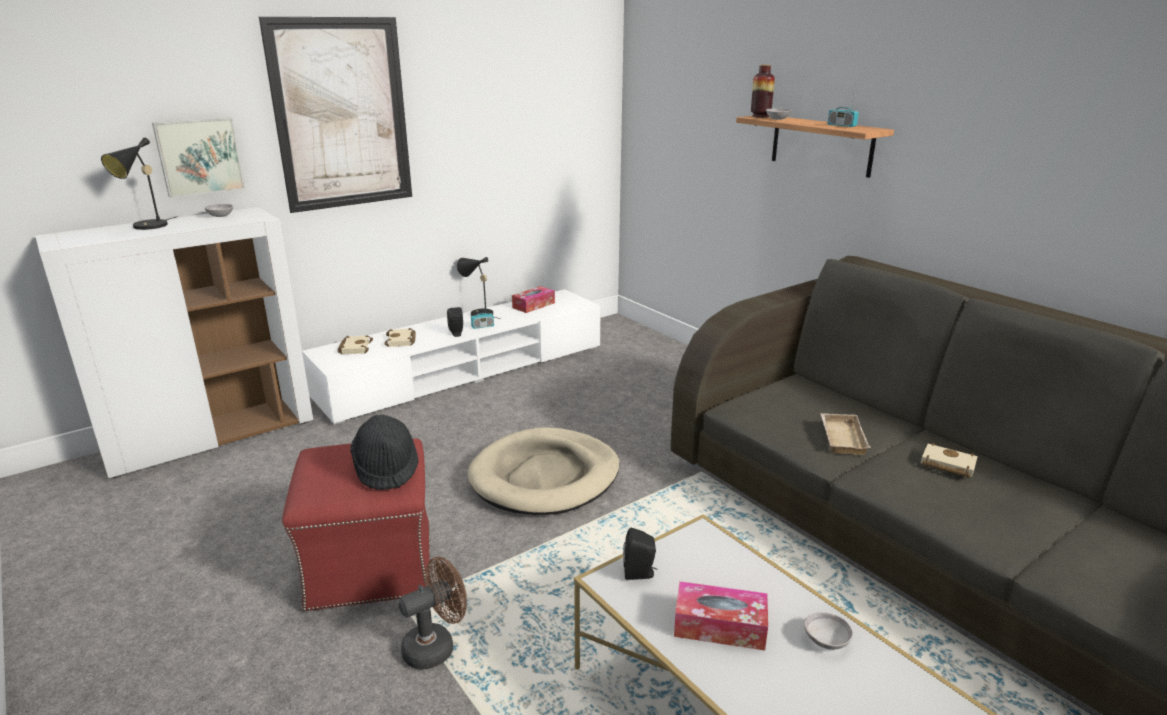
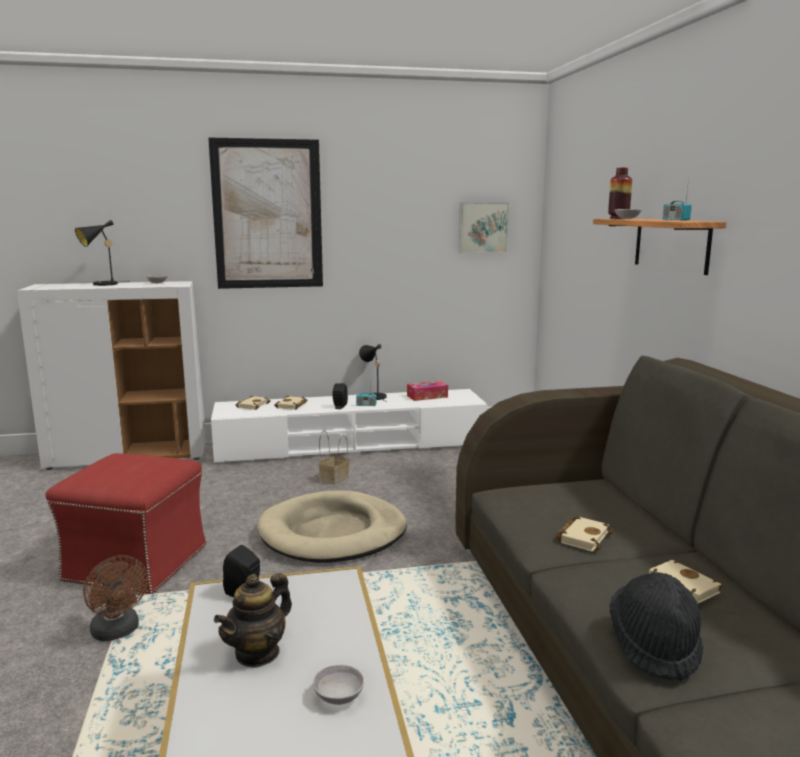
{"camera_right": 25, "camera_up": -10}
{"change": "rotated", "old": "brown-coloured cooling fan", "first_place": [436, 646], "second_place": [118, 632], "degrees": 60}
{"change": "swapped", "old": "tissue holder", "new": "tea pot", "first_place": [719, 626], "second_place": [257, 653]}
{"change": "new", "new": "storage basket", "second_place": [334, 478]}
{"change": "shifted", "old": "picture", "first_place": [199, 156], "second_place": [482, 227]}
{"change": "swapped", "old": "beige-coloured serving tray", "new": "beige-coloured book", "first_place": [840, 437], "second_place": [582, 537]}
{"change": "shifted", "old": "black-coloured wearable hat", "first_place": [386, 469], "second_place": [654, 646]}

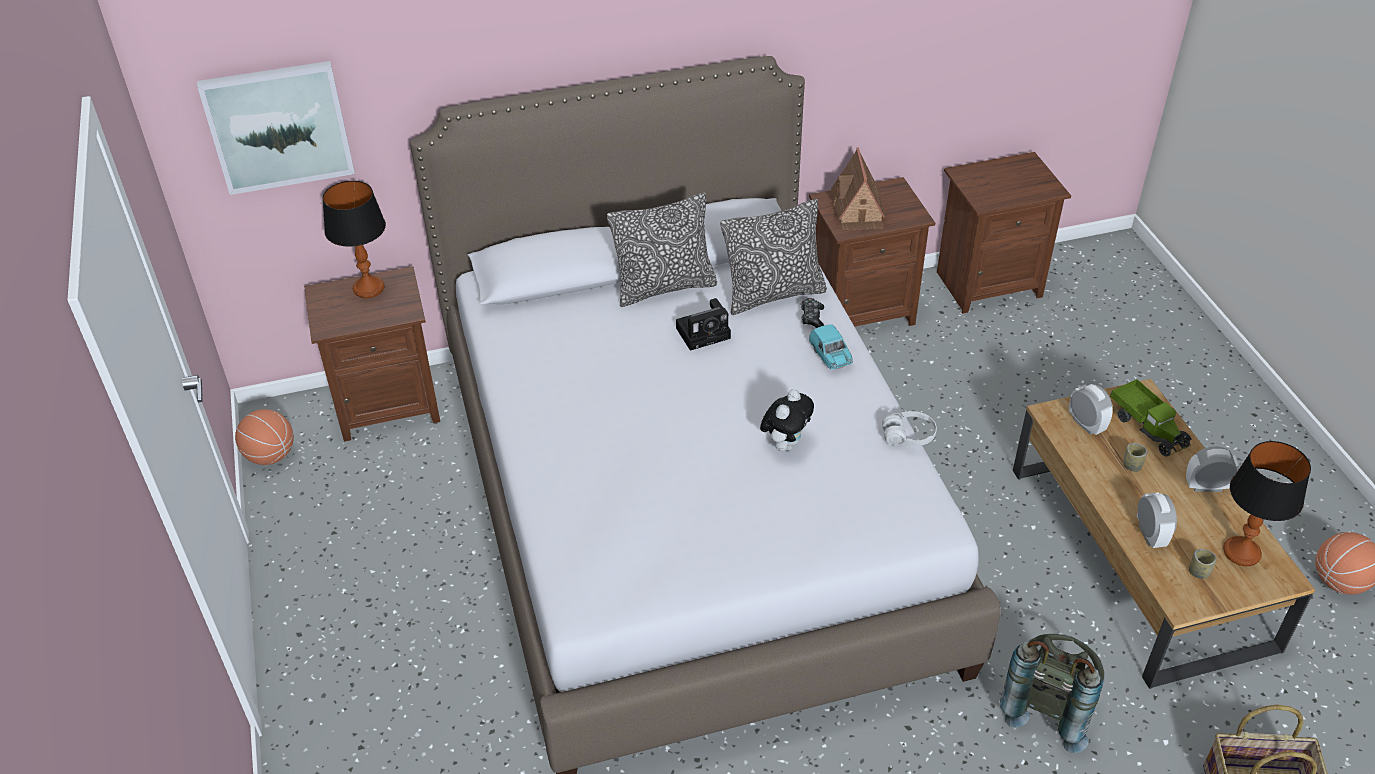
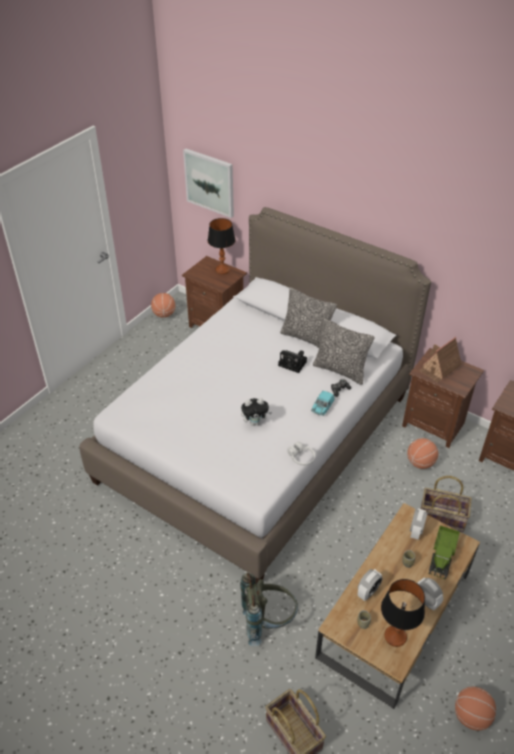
{"camera_right": 50, "camera_up": 0}
{"change": "new", "new": "basketball ball", "second_place": [420, 462]}
{"change": "new", "new": "storage basket", "second_place": [442, 517]}

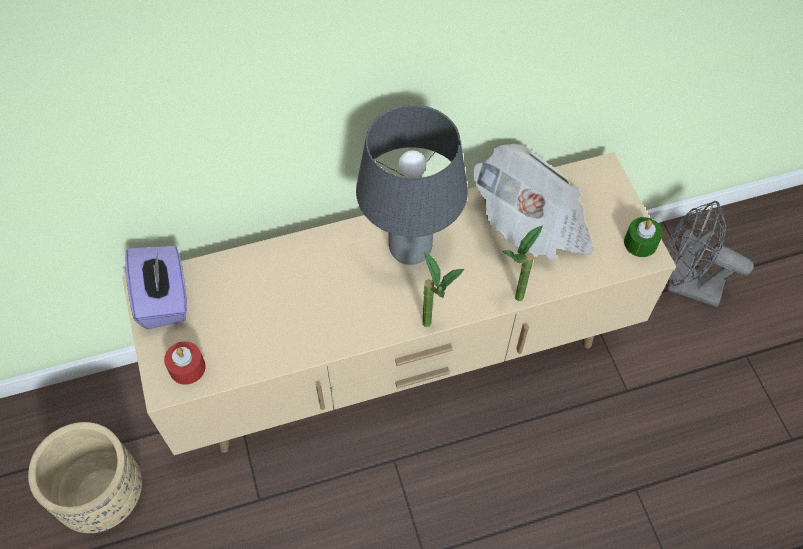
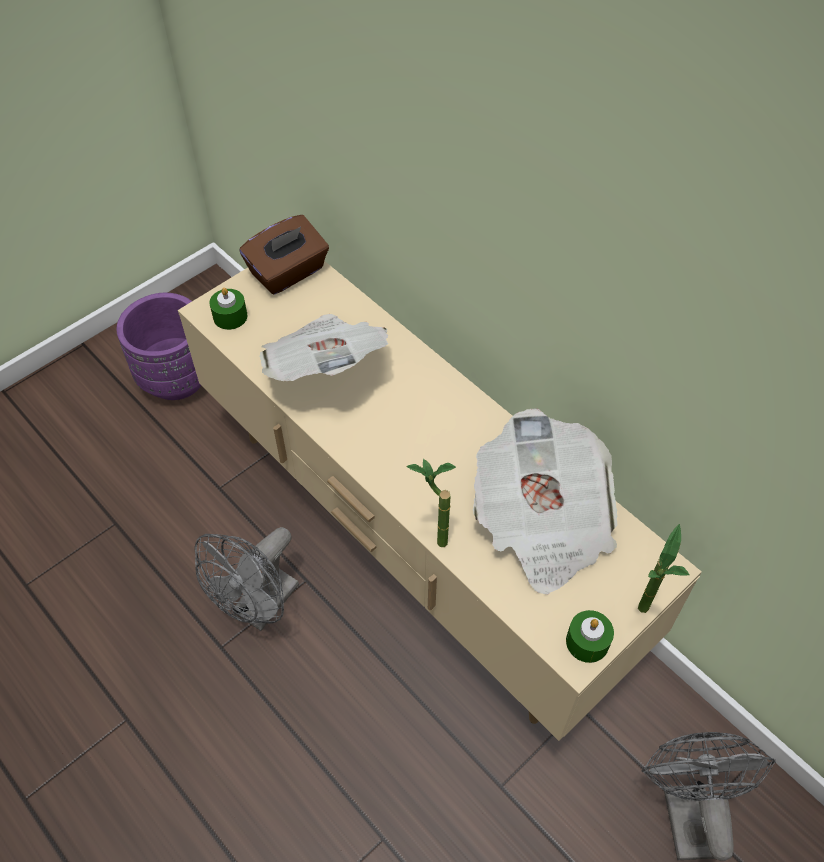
{"camera_right": 65, "camera_up": -5}
{"change": "repainted", "old": "beige-coloured plant pot", "new": "purple-coloured plant pot", "first_place": [103, 495], "second_place": [176, 378]}
{"change": "new", "new": "greyish cooling fan", "second_place": [260, 608]}
{"change": "repainted", "old": "red-coloured wax candle", "new": "green-coloured wax candle", "first_place": [187, 368], "second_place": [230, 316]}
{"change": "repainted", "old": "purple-coloured tissue holder", "new": "brown-coloured tissue holder", "first_place": [164, 299], "second_place": [288, 273]}
{"change": "new", "new": "newspaper", "second_place": [325, 368]}
{"change": "shifted", "old": "potted plant", "first_place": [435, 327], "second_place": [644, 618]}
{"change": "gone", "old": "greyish tabletop lamp", "first_place": [409, 251]}

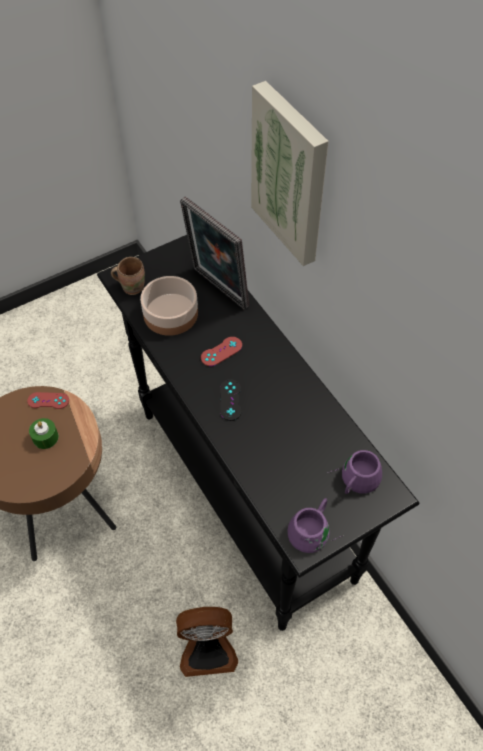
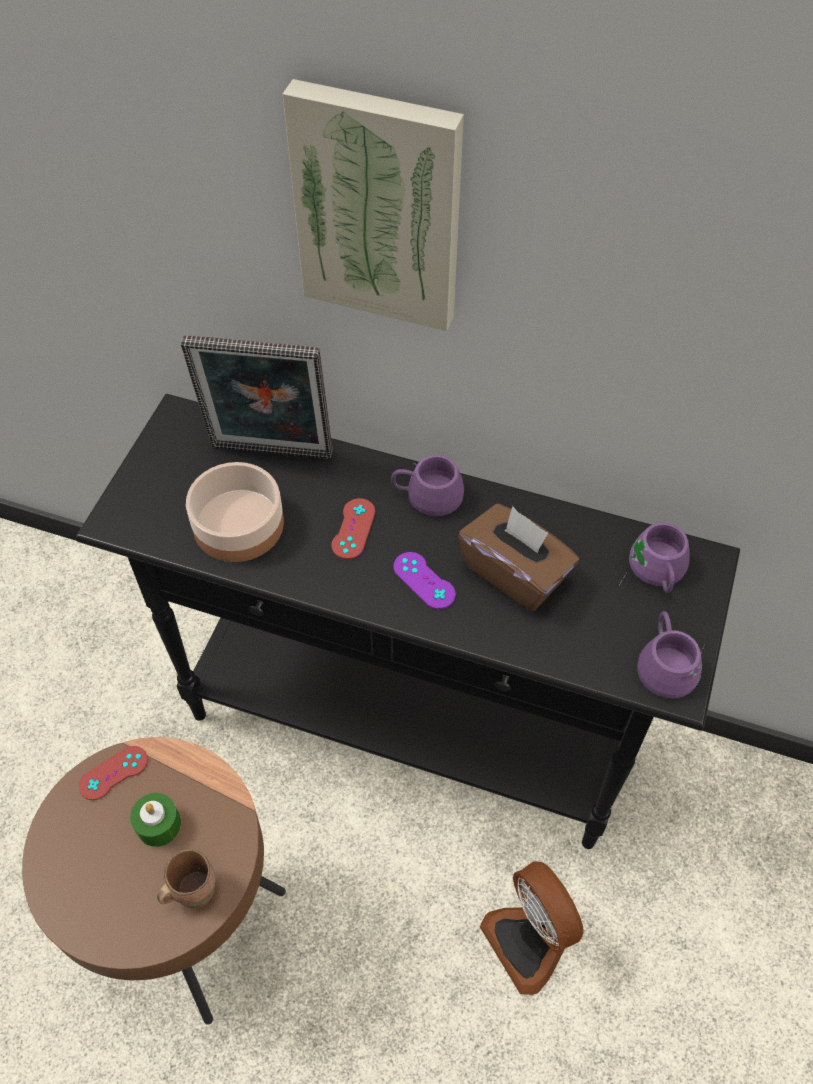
{"camera_right": -40, "camera_up": 0}
{"change": "shifted", "old": "brown-coloured tea mug", "first_place": [132, 286], "second_place": [192, 889]}
{"change": "new", "new": "purple-coloured tea mug", "second_place": [427, 490]}
{"change": "repainted", "old": "black-coloured game controller", "new": "purple-coloured game controller", "first_place": [230, 400], "second_place": [424, 580]}
{"change": "new", "new": "brown-coloured tissue holder", "second_place": [515, 573]}
{"change": "rotated", "old": "cooling fan", "first_place": [208, 649], "second_place": [530, 941], "degrees": 105}

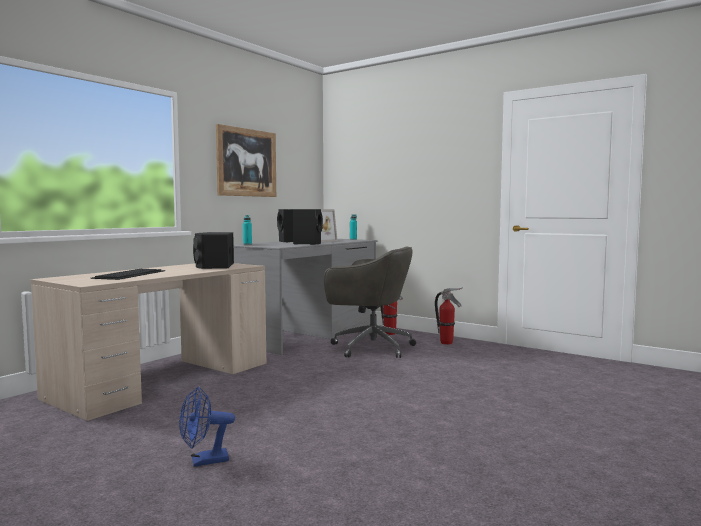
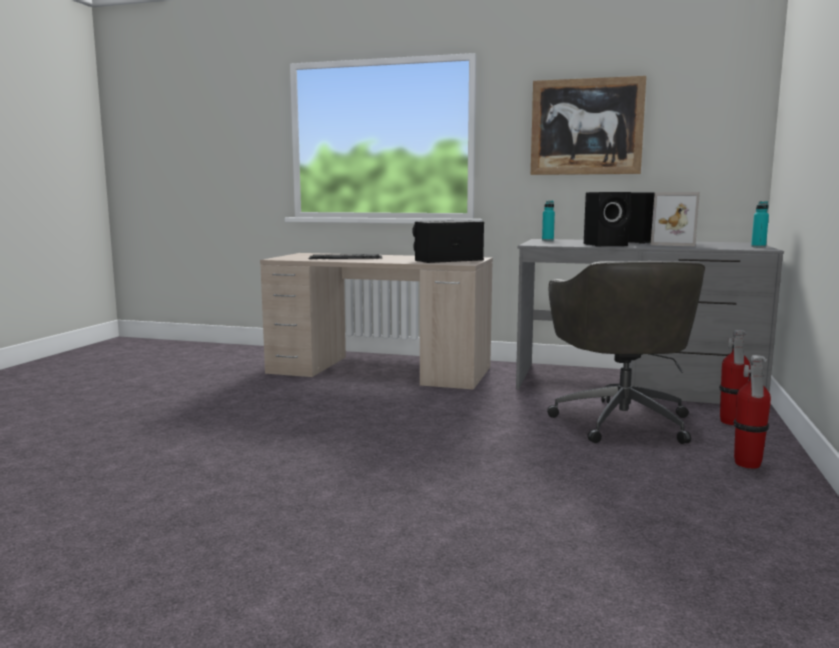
{"camera_right": 70, "camera_up": 5}
{"change": "gone", "old": "bluish cooling fan", "first_place": [203, 461]}

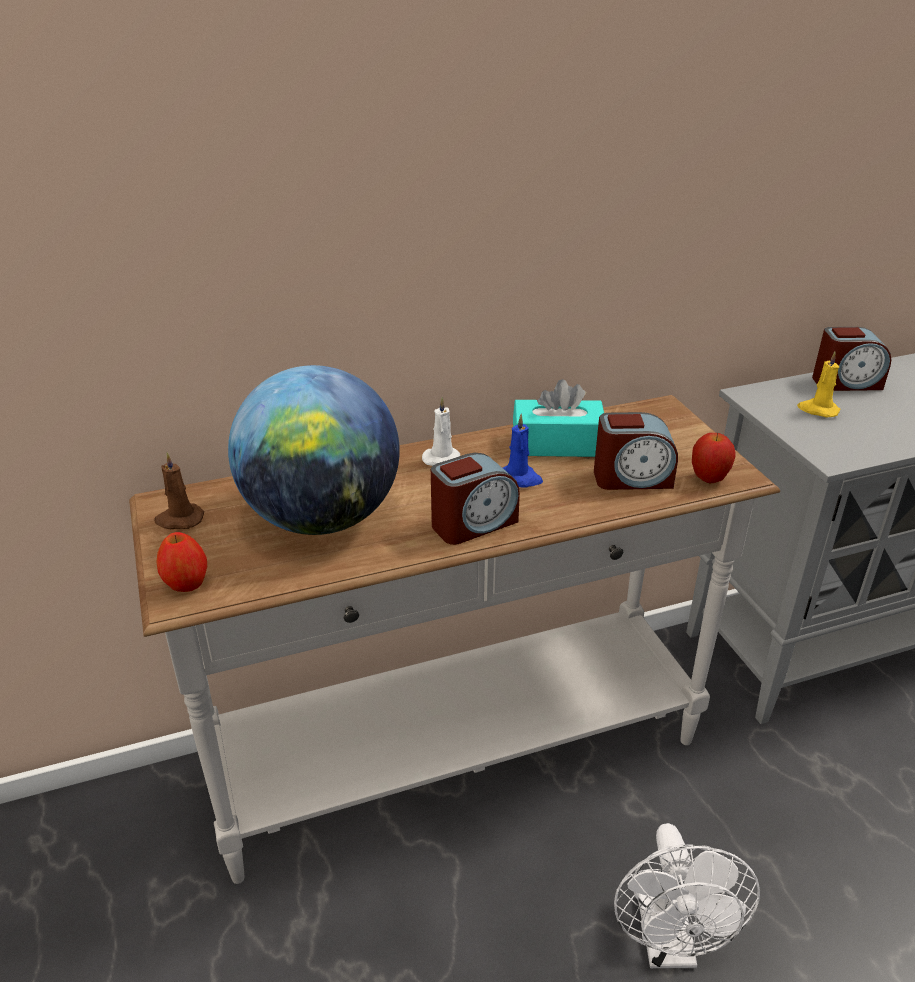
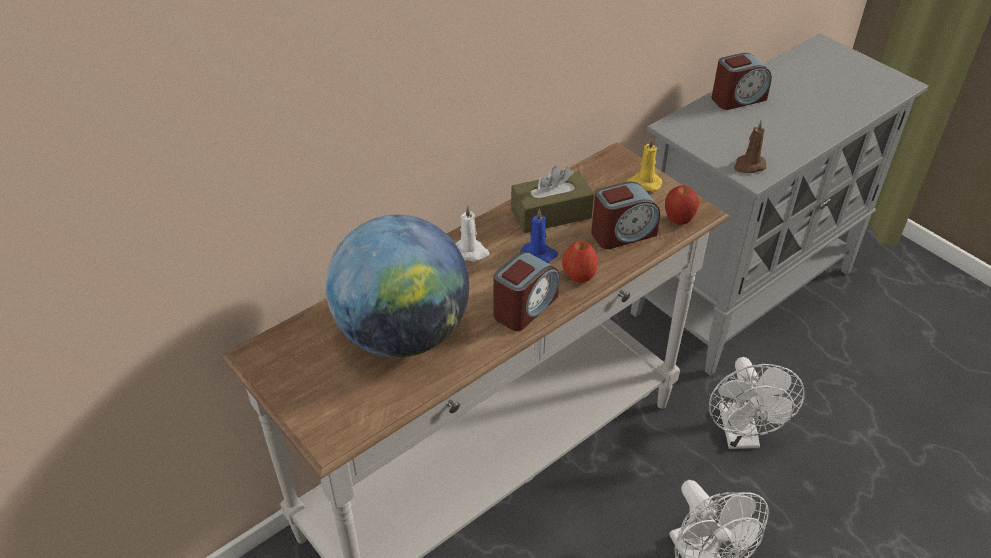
{"camera_right": -20, "camera_up": 10}
{"change": "repainted", "old": "blue-green tissue holder", "new": "brown-coloured tissue holder", "first_place": [557, 444], "second_place": [551, 214]}
{"change": "shifted", "old": "whole apple", "first_place": [186, 584], "second_place": [579, 276]}
{"change": "shifted", "old": "yellow wax candle", "first_place": [817, 410], "second_place": [643, 183]}
{"change": "new", "new": "white cooling fan", "second_place": [741, 435]}
{"change": "shifted", "old": "brown-coloured wax candle", "first_place": [179, 519], "second_place": [749, 166]}

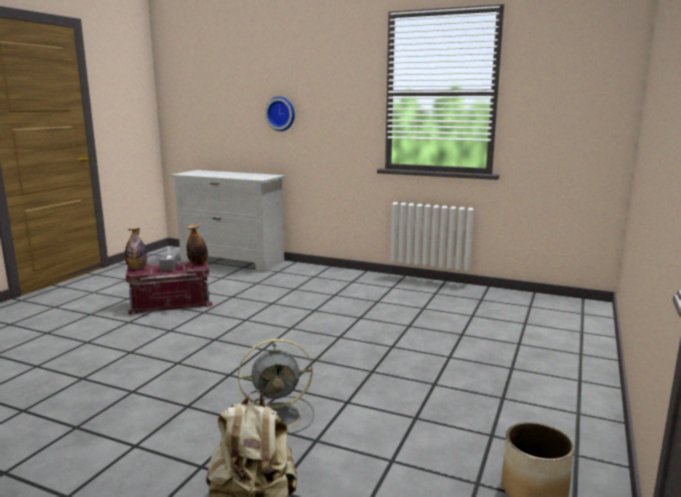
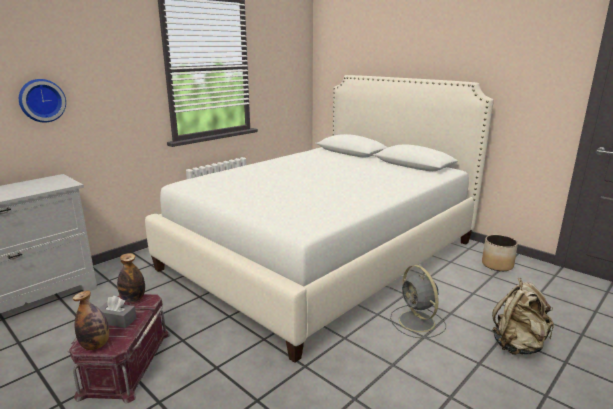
{"camera_right": -70, "camera_up": 5}
{"change": "new", "new": "white bed", "second_place": [323, 255]}
{"change": "rotated", "old": "greyish cooling fan", "first_place": [279, 415], "second_place": [417, 322], "degrees": 150}

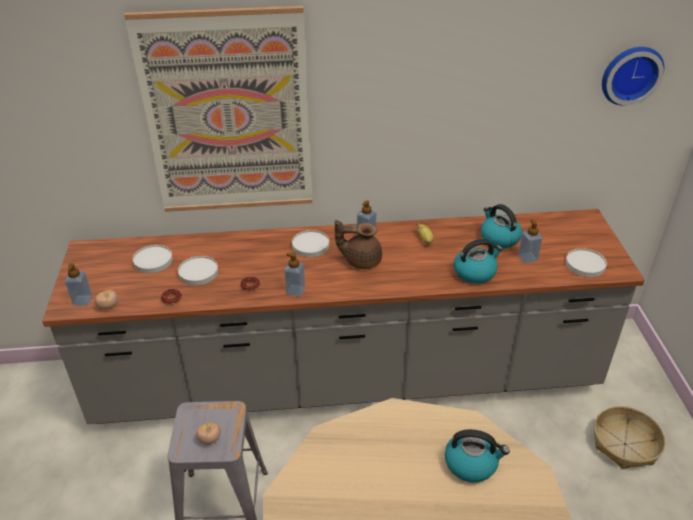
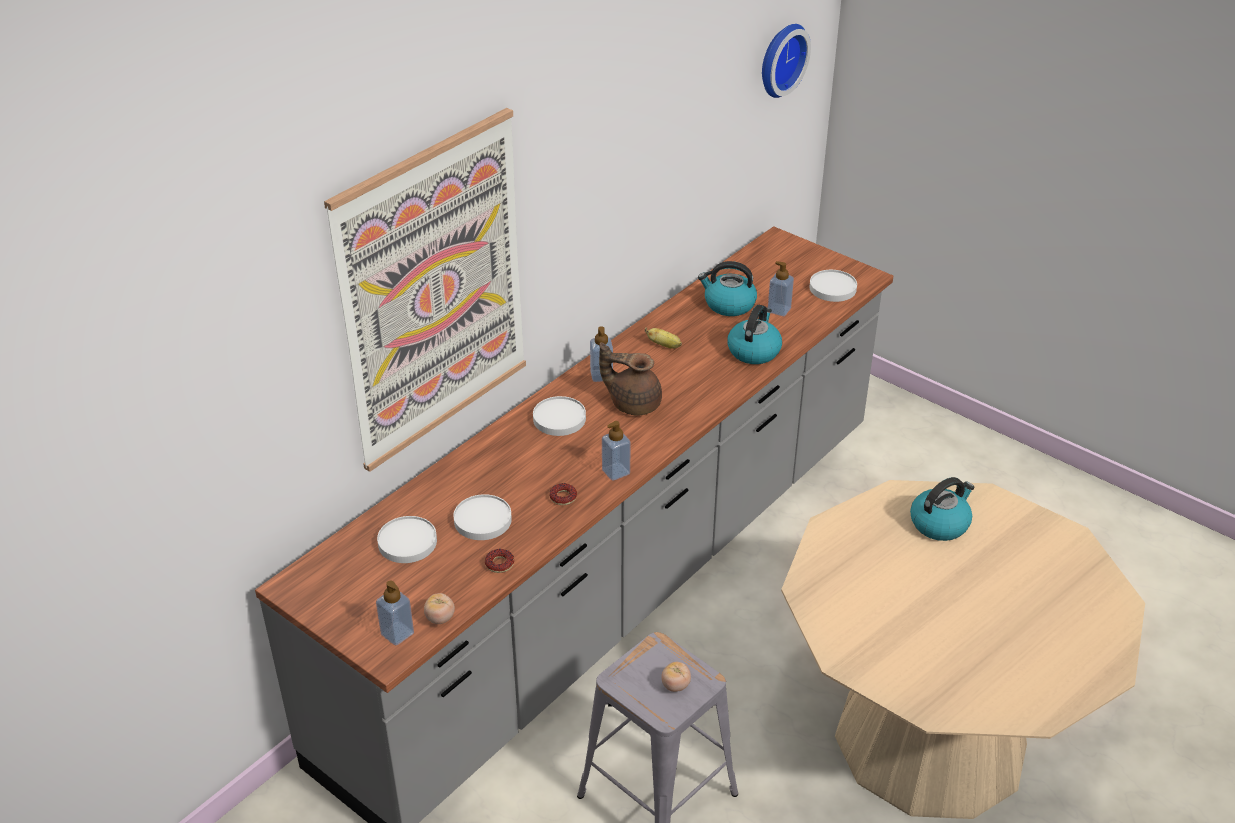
{"camera_right": -45, "camera_up": 0}
{"change": "rotated", "old": "brown-coloured tea pot", "first_place": [360, 260], "second_place": [633, 403], "degrees": 60}
{"change": "gone", "old": "storage basket", "first_place": [625, 444]}

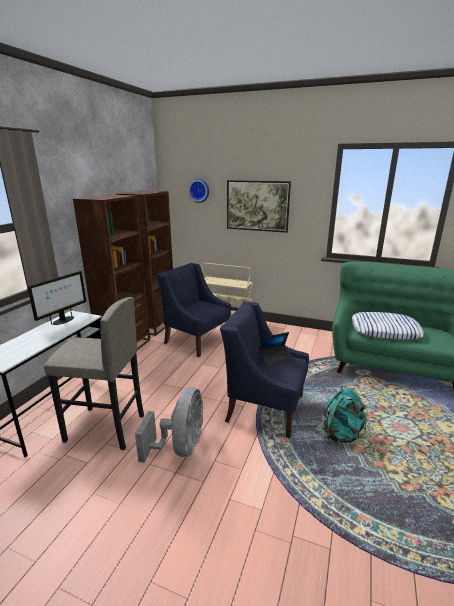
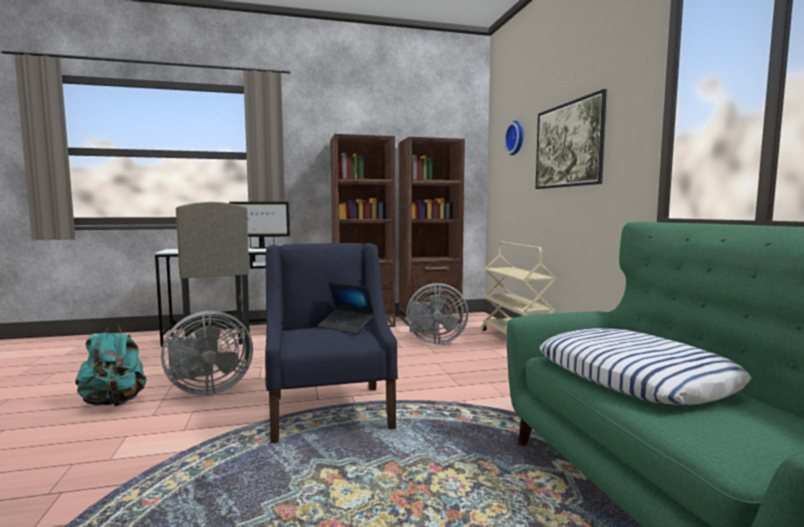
{"camera_right": 55, "camera_up": -15}
{"change": "shifted", "old": "blue-green backpack", "first_place": [342, 434], "second_place": [114, 403]}
{"change": "swapped", "old": "bluish easy chair", "new": "greyish cooling fan", "first_place": [196, 340], "second_place": [434, 341]}

